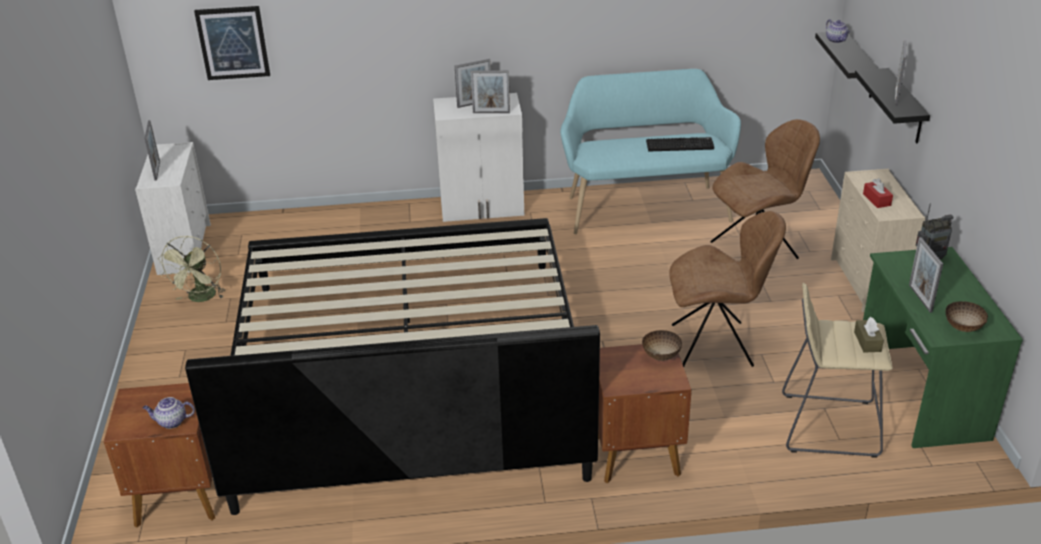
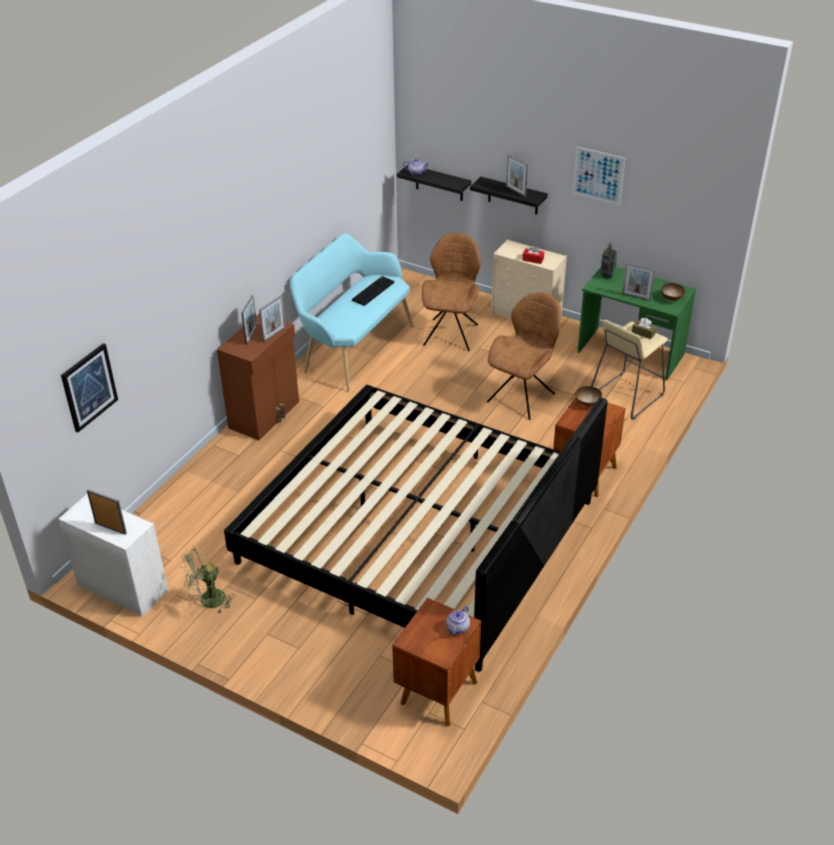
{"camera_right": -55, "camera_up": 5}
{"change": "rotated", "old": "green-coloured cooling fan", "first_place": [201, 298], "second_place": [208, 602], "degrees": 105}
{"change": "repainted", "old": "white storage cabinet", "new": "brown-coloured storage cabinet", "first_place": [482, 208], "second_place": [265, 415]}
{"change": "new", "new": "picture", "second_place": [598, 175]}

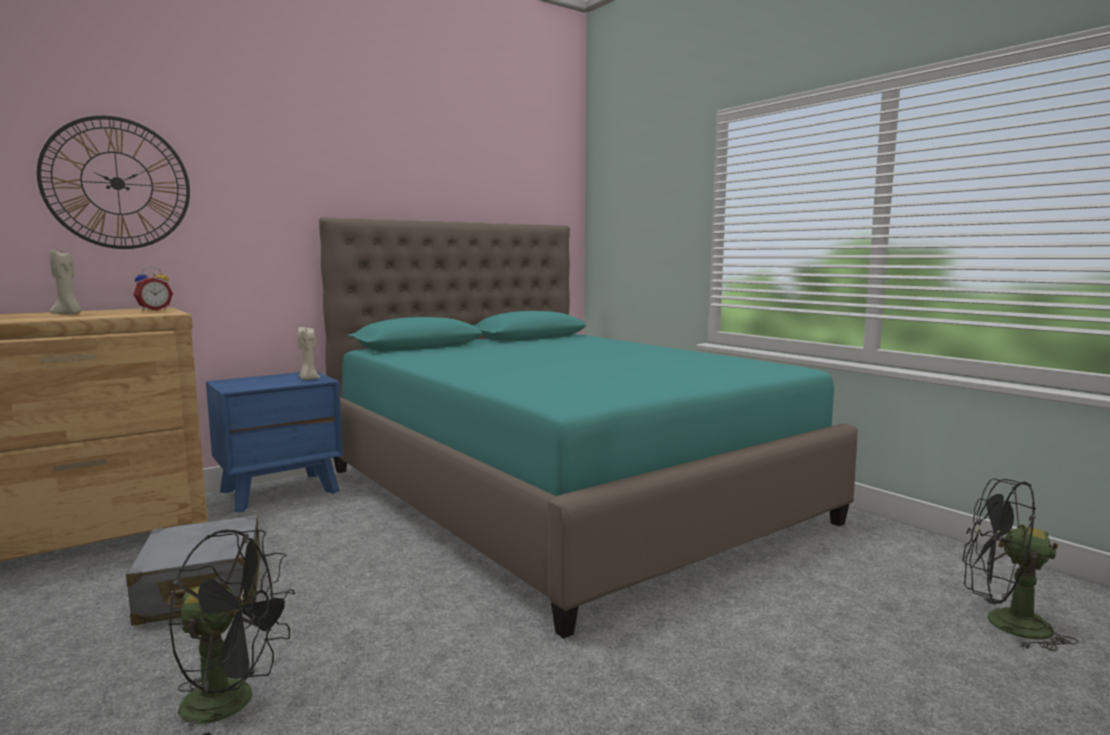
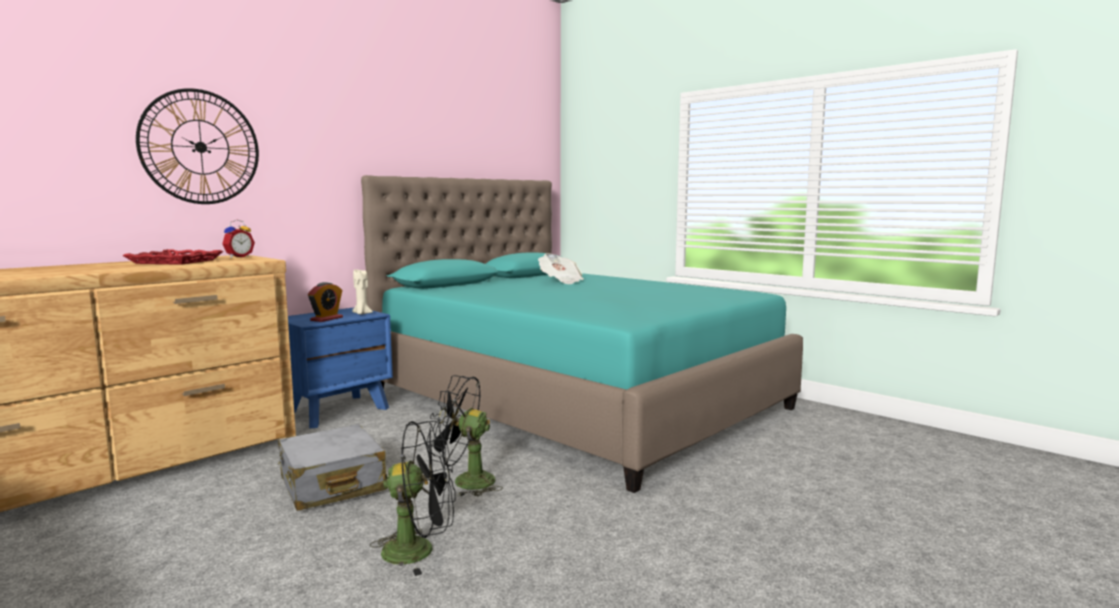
{"camera_right": -10, "camera_up": 0}
{"change": "swapped", "old": "beige-coloured wax candle", "new": "red-coloured serving tray", "first_place": [68, 314], "second_place": [174, 262]}
{"change": "new", "new": "table clock", "second_place": [326, 319]}
{"change": "shifted", "old": "black-coloured cooling fan", "first_place": [1004, 624], "second_place": [465, 481]}
{"change": "new", "new": "newspaper", "second_place": [560, 281]}

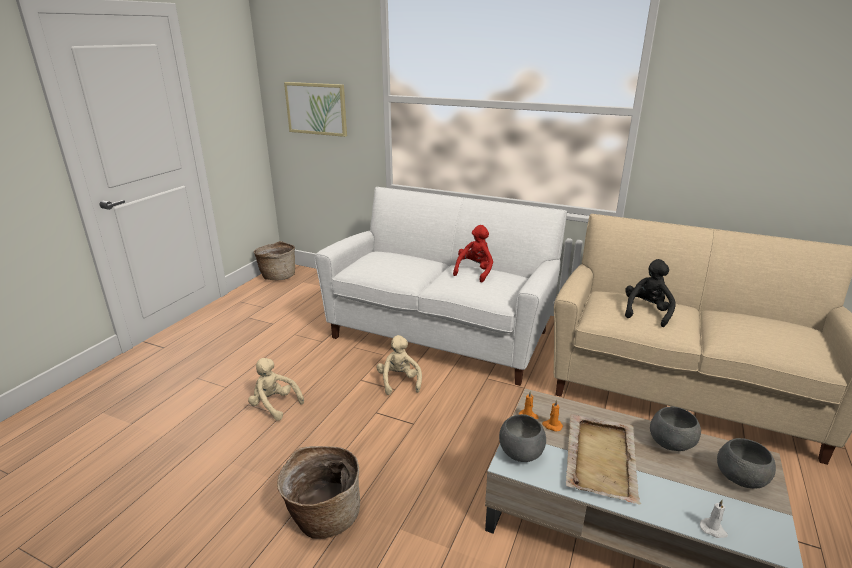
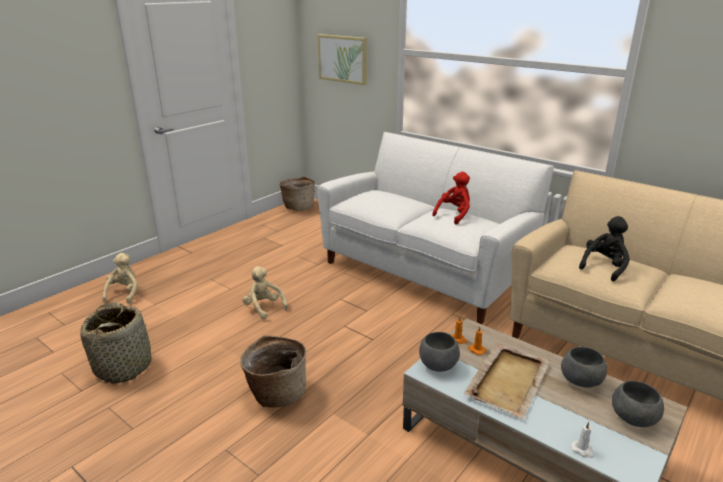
{"camera_right": 15, "camera_up": 0}
{"change": "new", "new": "storage basket", "second_place": [124, 366]}
{"change": "shifted", "old": "beige-coloured soft toy", "first_place": [399, 381], "second_place": [124, 293]}

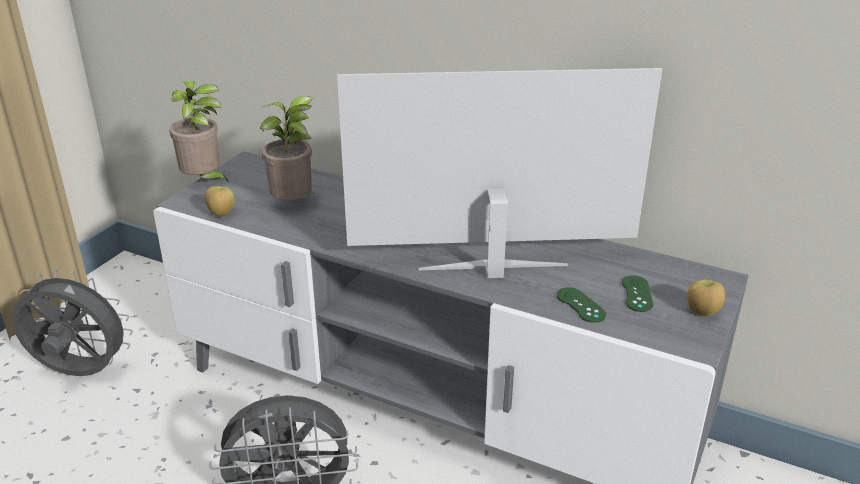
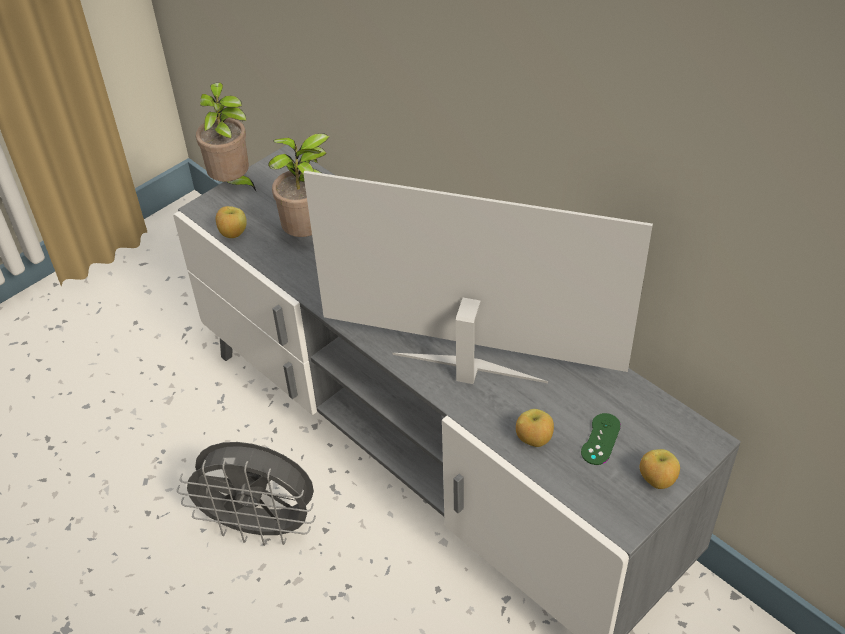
{"camera_right": 20, "camera_up": 15}
{"change": "swapped", "old": "green-coloured game controller", "new": "whole apple", "first_place": [580, 305], "second_place": [533, 440]}
{"change": "gone", "old": "greyish cooling fan", "first_place": [80, 374]}

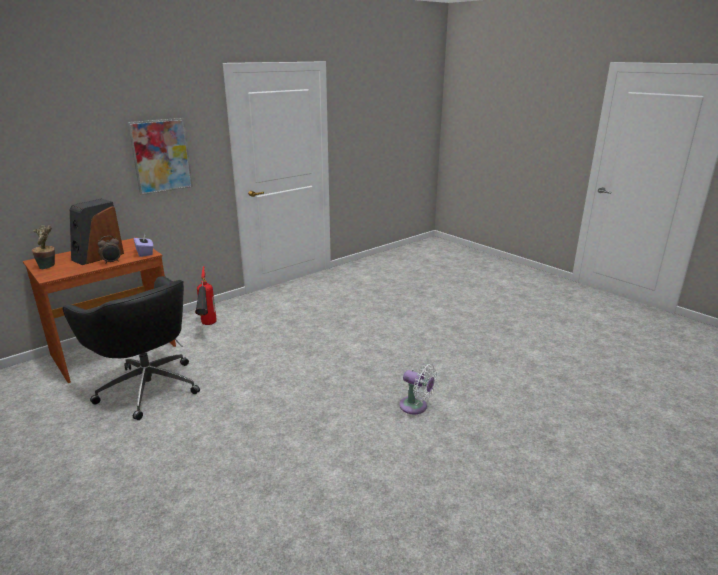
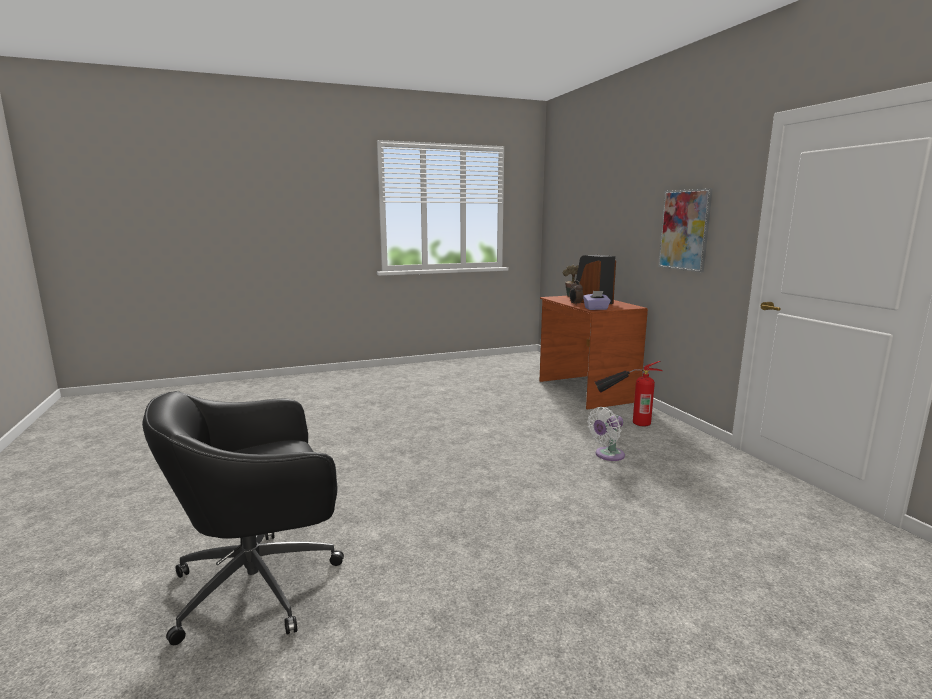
{"camera_right": 110, "camera_up": -10}
{"change": "shifted", "old": "black-coloured office chair", "first_place": [148, 386], "second_place": [261, 584]}
{"change": "shifted", "old": "white cooling fan", "first_place": [416, 407], "second_place": [607, 455]}

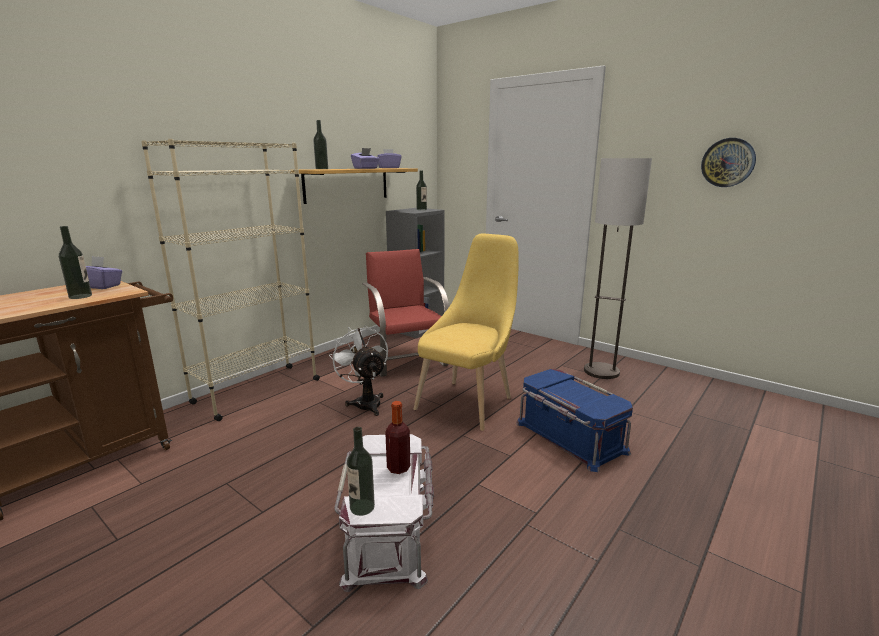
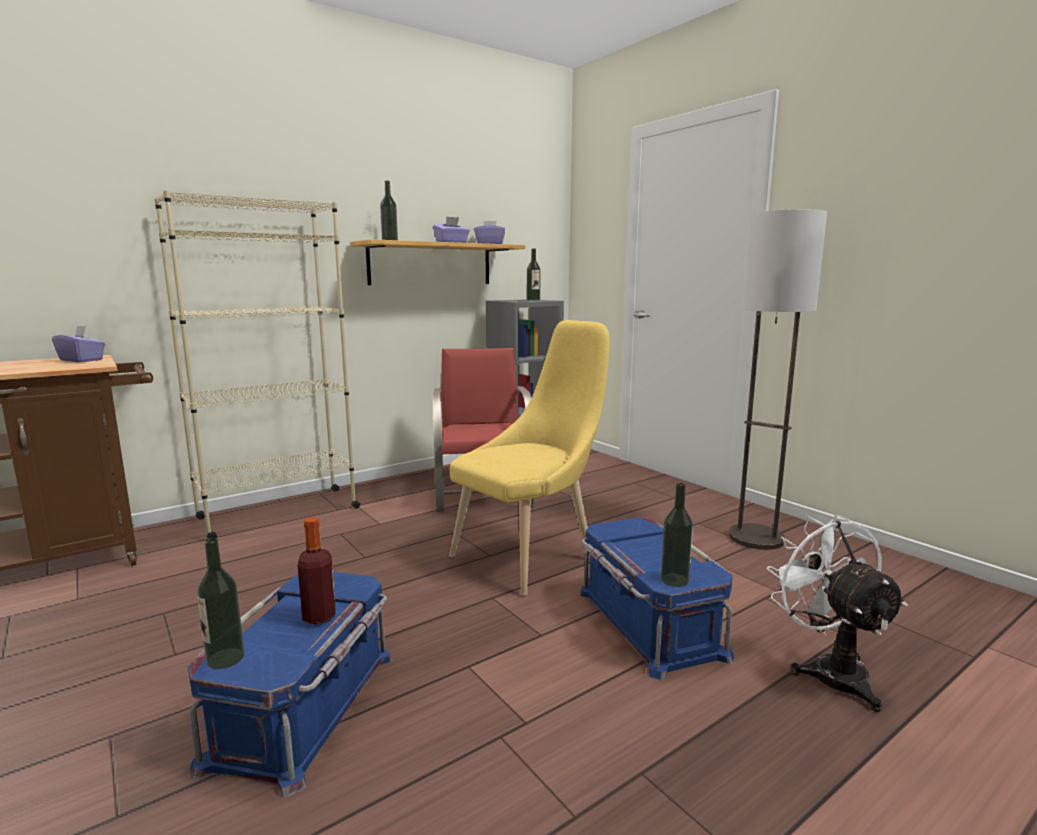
{"camera_right": 15, "camera_up": -5}
{"change": "repainted", "old": "white storage container", "new": "bluish storage container", "first_place": [389, 530], "second_place": [306, 707]}
{"change": "shifted", "old": "beverage bottle", "first_place": [80, 296], "second_place": [674, 580]}
{"change": "shifted", "old": "white cooling fan", "first_place": [365, 402], "second_place": [829, 670]}
{"change": "gone", "old": "clock on the wall", "first_place": [728, 162]}

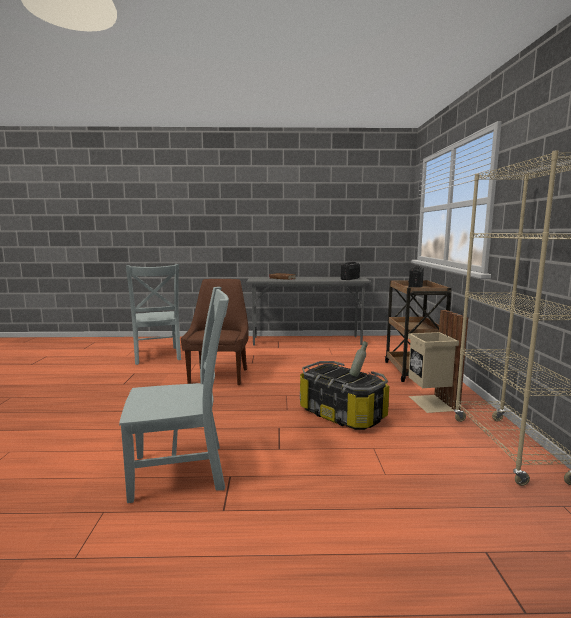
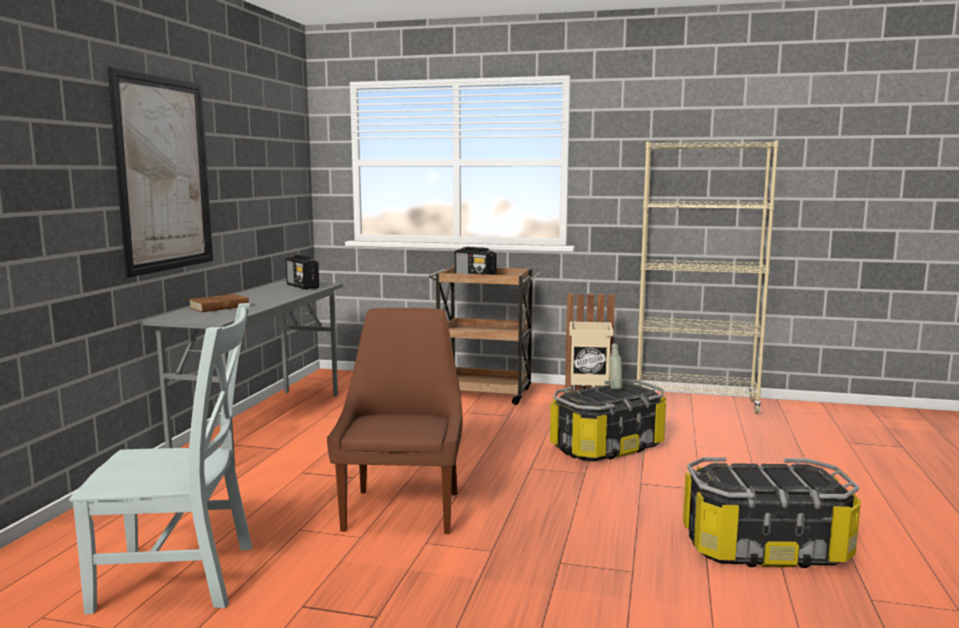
{"camera_right": -75, "camera_up": 0}
{"change": "new", "new": "picture", "second_place": [165, 174]}
{"change": "rotated", "old": "brown-coloured chair", "first_place": [219, 375], "second_place": [403, 509], "degrees": 75}
{"change": "swapped", "old": "greyish chair", "new": "storage container", "first_place": [183, 471], "second_place": [764, 547]}

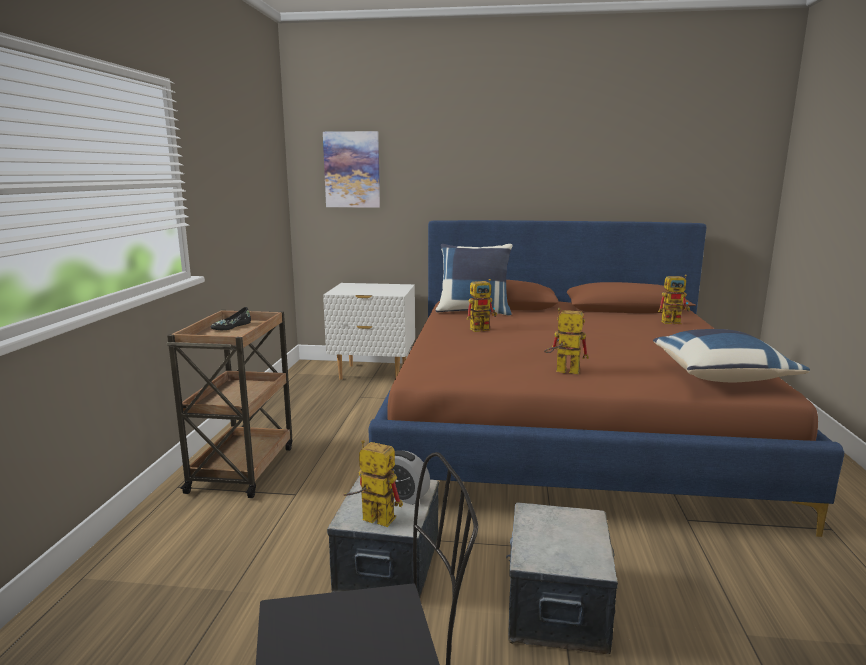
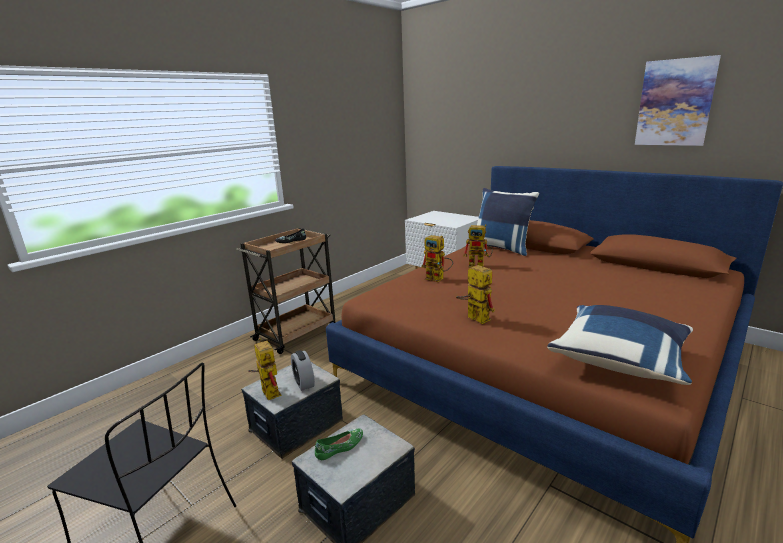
{"camera_right": 35, "camera_up": 5}
{"change": "new", "new": "green-coloured low shoe", "second_place": [340, 447]}
{"change": "shifted", "old": "robot figure", "first_place": [674, 322], "second_place": [438, 279]}
{"change": "shifted", "old": "picture", "first_place": [352, 170], "second_place": [675, 103]}

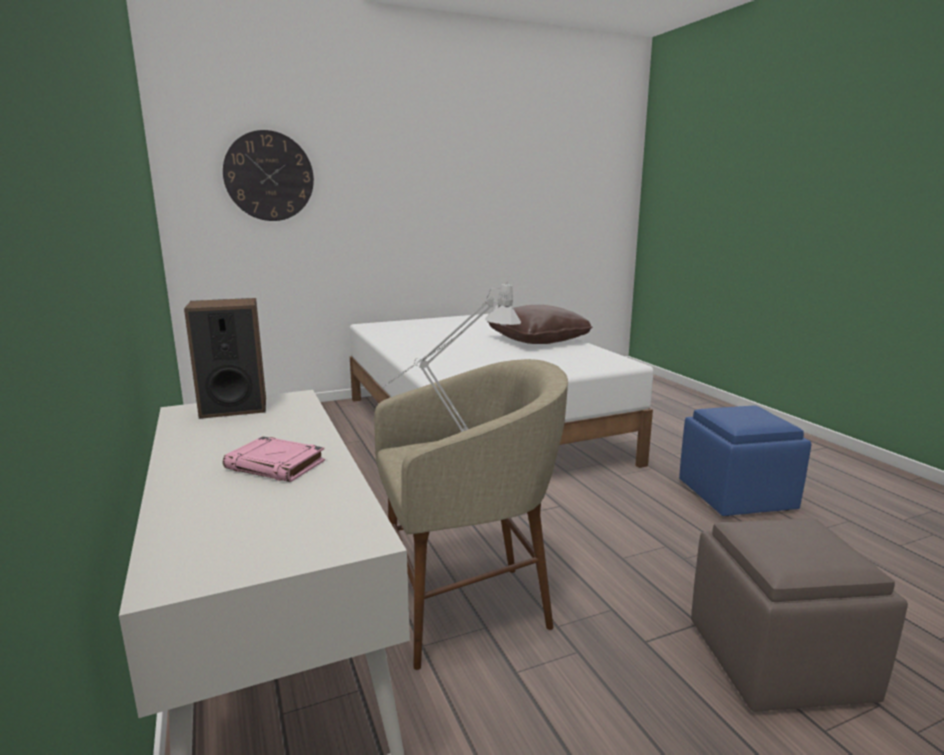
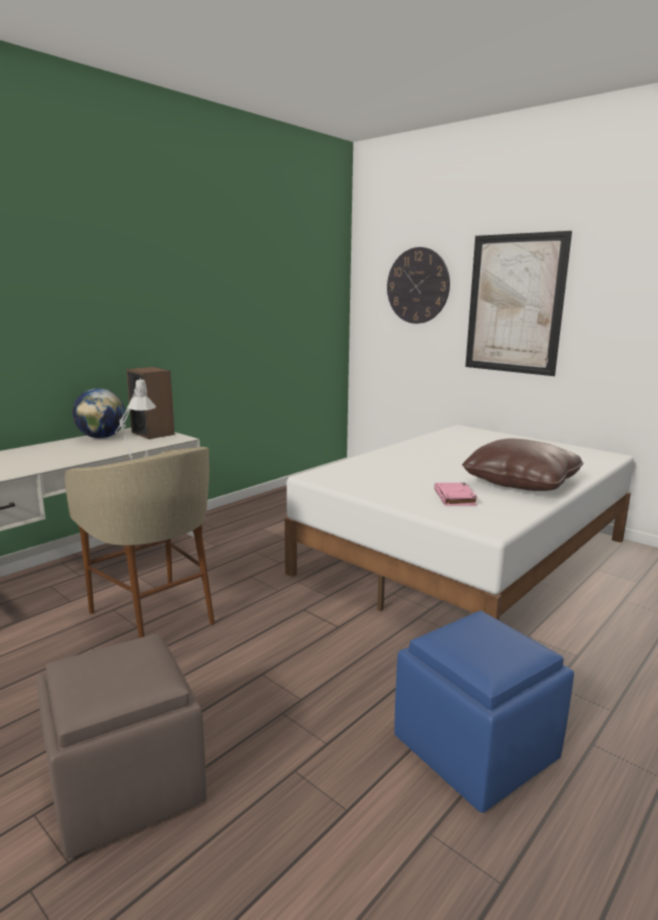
{"camera_right": 65, "camera_up": 0}
{"change": "new", "new": "world globe", "second_place": [101, 437]}
{"change": "shifted", "old": "pink book", "first_place": [276, 465], "second_place": [455, 498]}
{"change": "new", "new": "picture", "second_place": [514, 304]}

